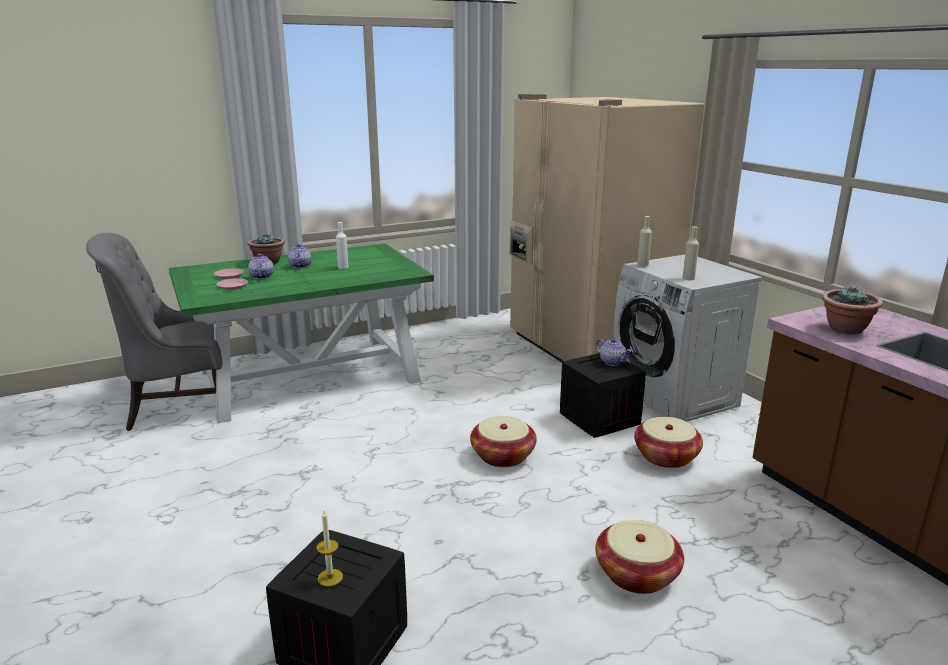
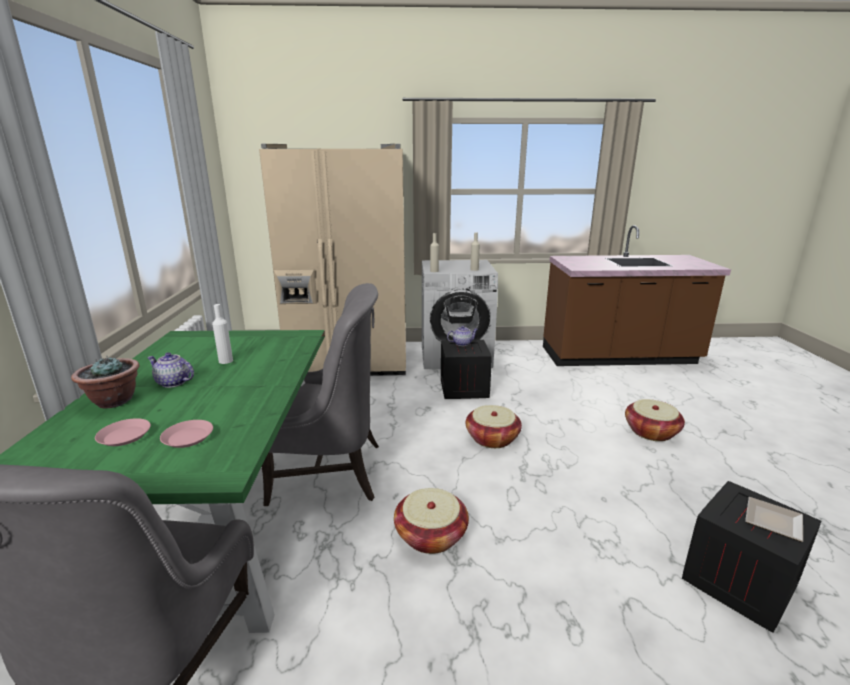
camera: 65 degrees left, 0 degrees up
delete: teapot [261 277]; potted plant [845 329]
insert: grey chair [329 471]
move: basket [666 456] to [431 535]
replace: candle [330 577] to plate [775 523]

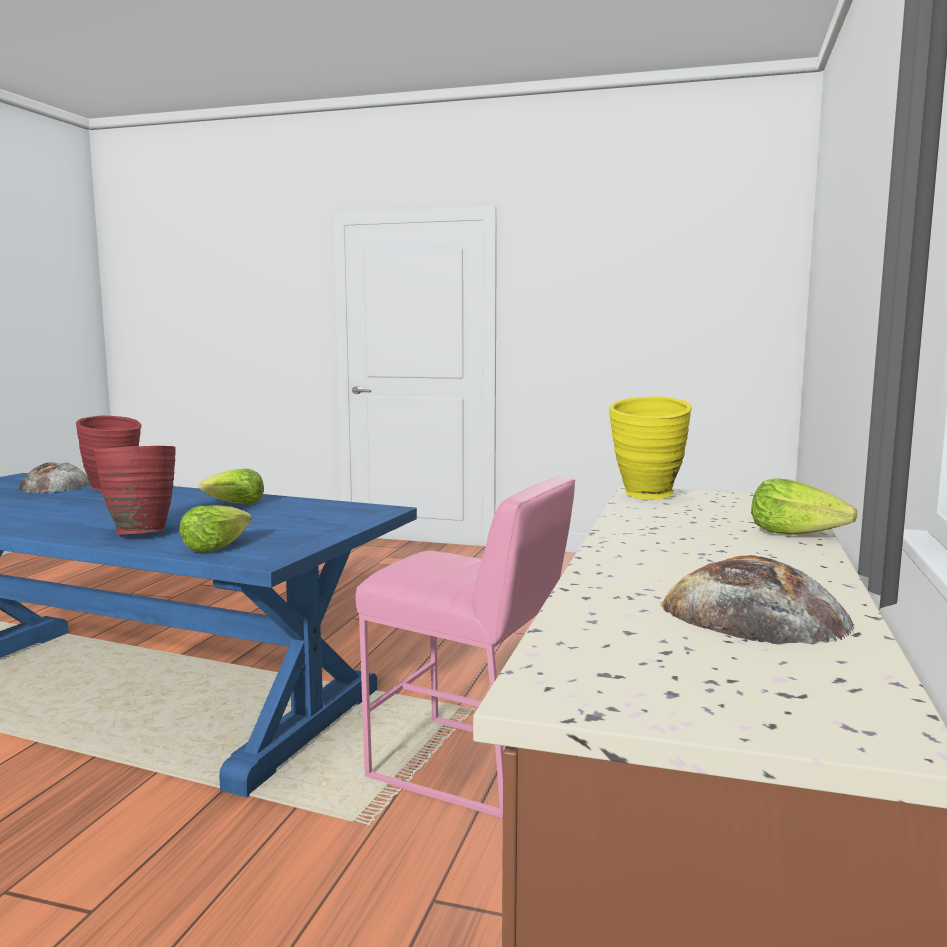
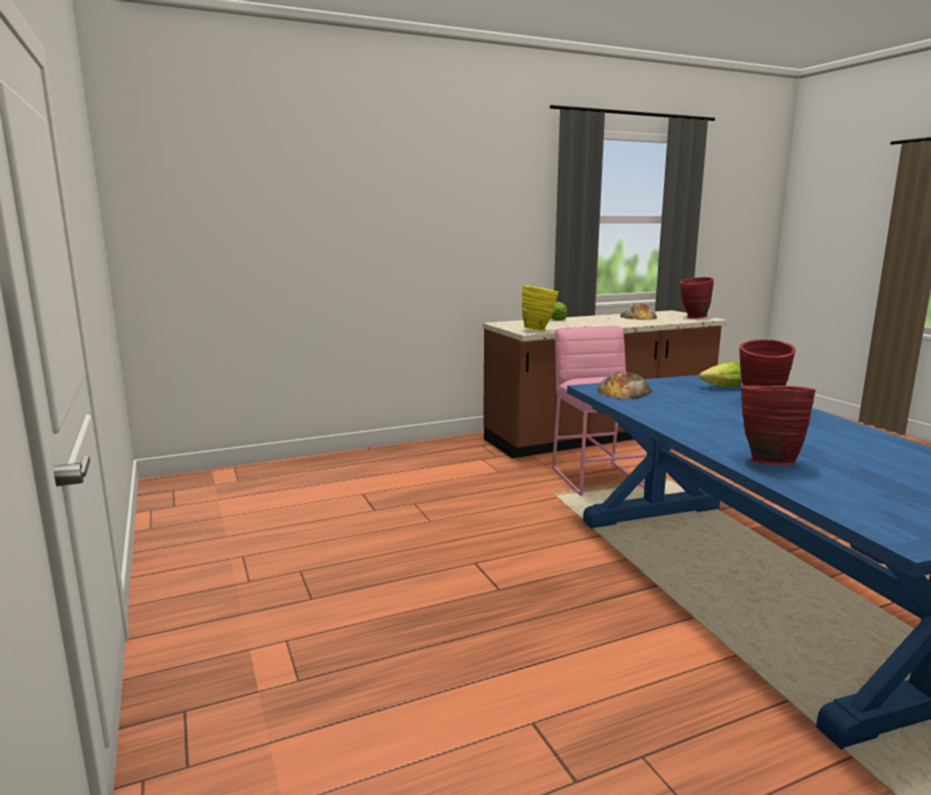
camera: 130 degrees left, 5 degrees up
delete: lettuce [234 504]
insert: red vase [693 318]
move: bread [55 486] to [624 391]

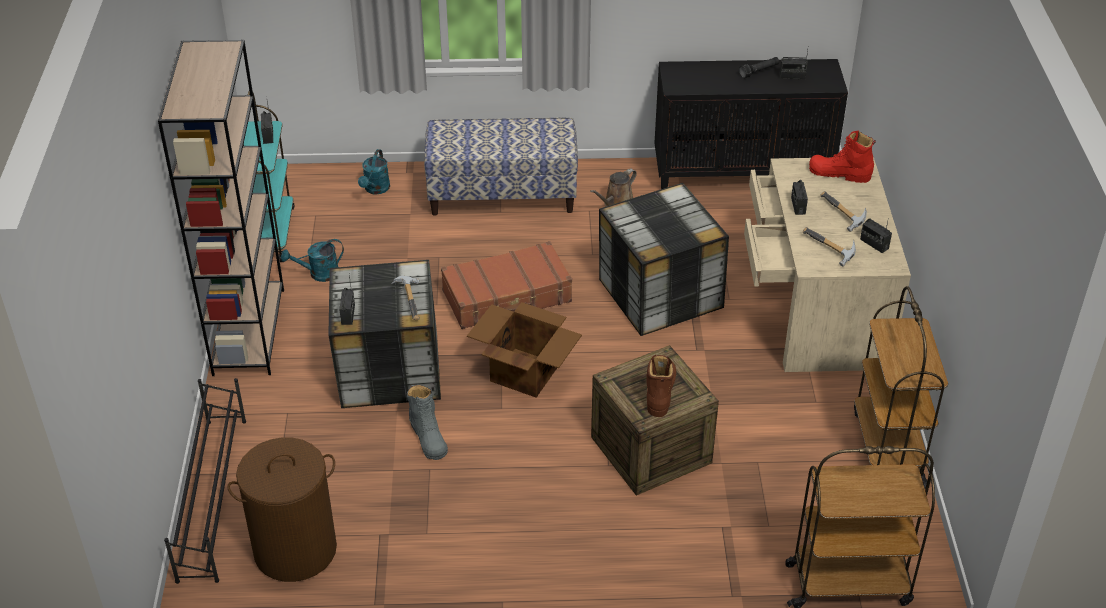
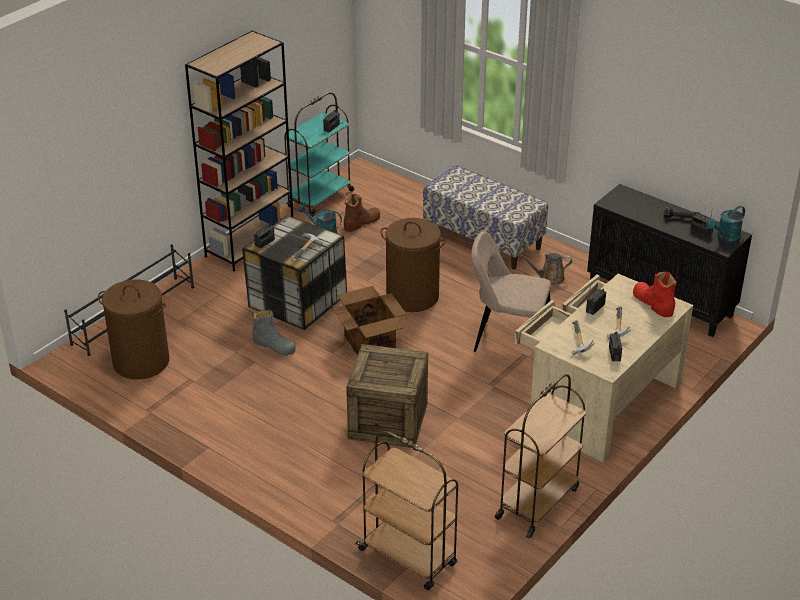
camera: 40 degrees right, 5 degrees down
move: turquoise watering can [375 189] to [725 238]; brown boot [660 392] to [361 222]
replace: brown suitcase [507 297] to brown laundry basket [412 296]; storage box [659 294] to beige chair [507 341]
rotate: grey boot [428 437] = [274 346] 75 degrees counterclockwise

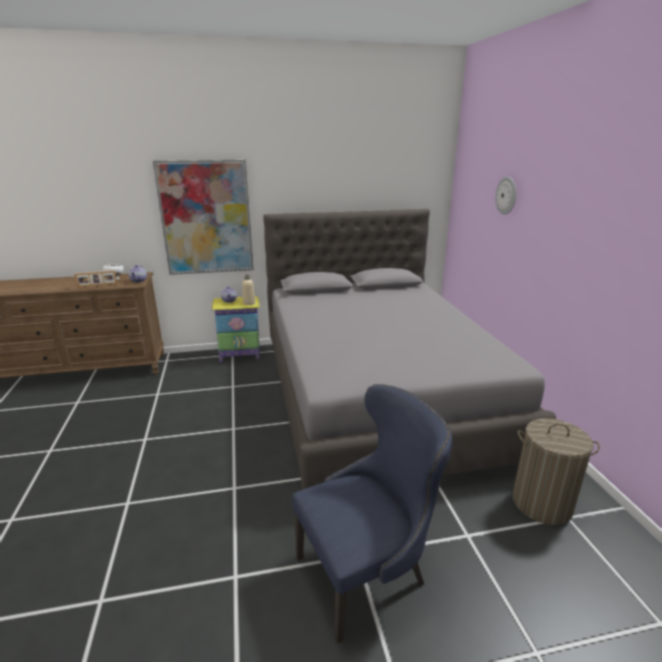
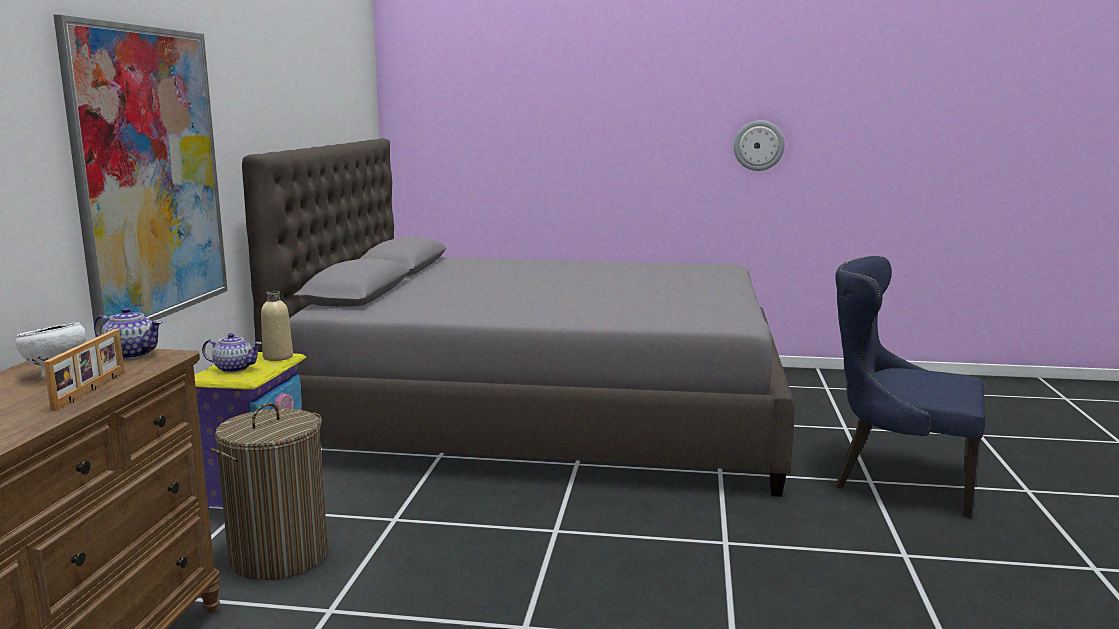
camera: 70 degrees left, 10 degrees down
move: wall clock [506 195] to [758 145]; laundry basket [542 503] to [279 556]
rotate: blue chair [366 573] = [897 481] 60 degrees counterclockwise

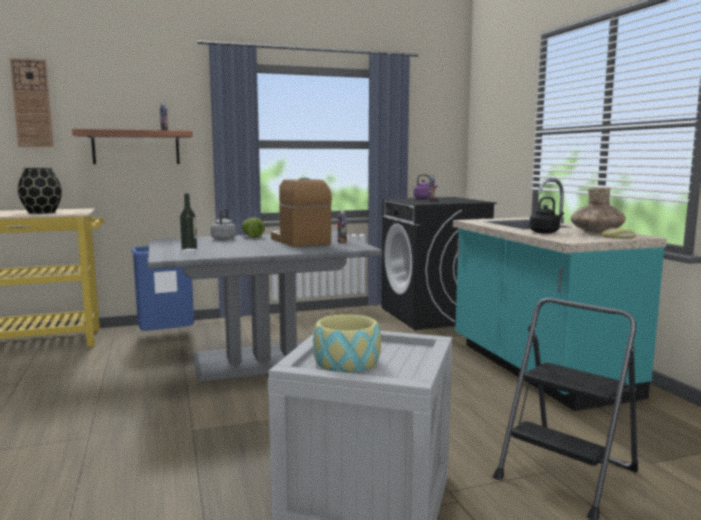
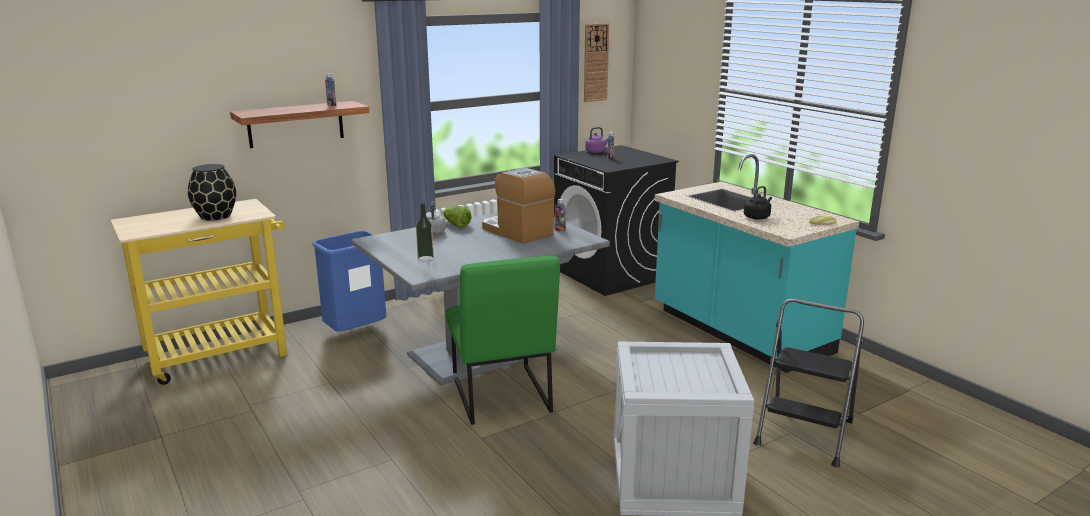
camera: 15 degrees left, 10 degrees up
delete: bowl [347 362]; brown vase [596 233]
insert: green chair [501 395]
move: wall clock [32 103] to [595 62]

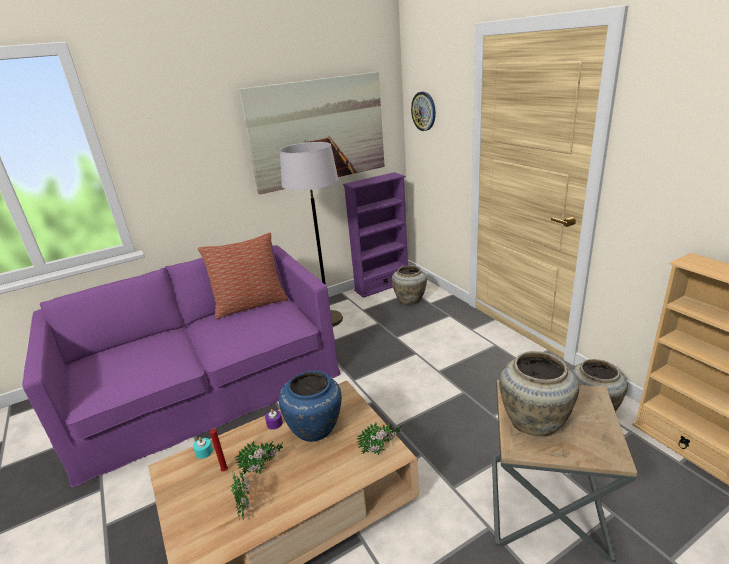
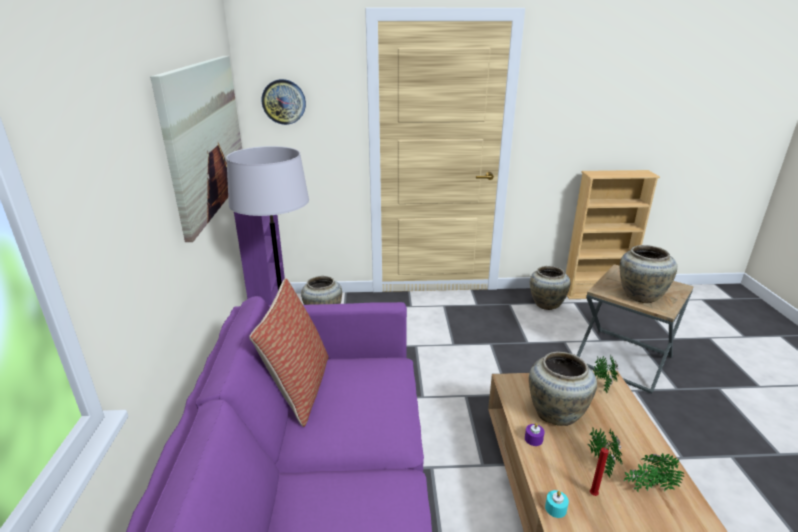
camera: 65 degrees left, 0 degrees up
recolor: blue vase [316 429] to beige vase [556 412]

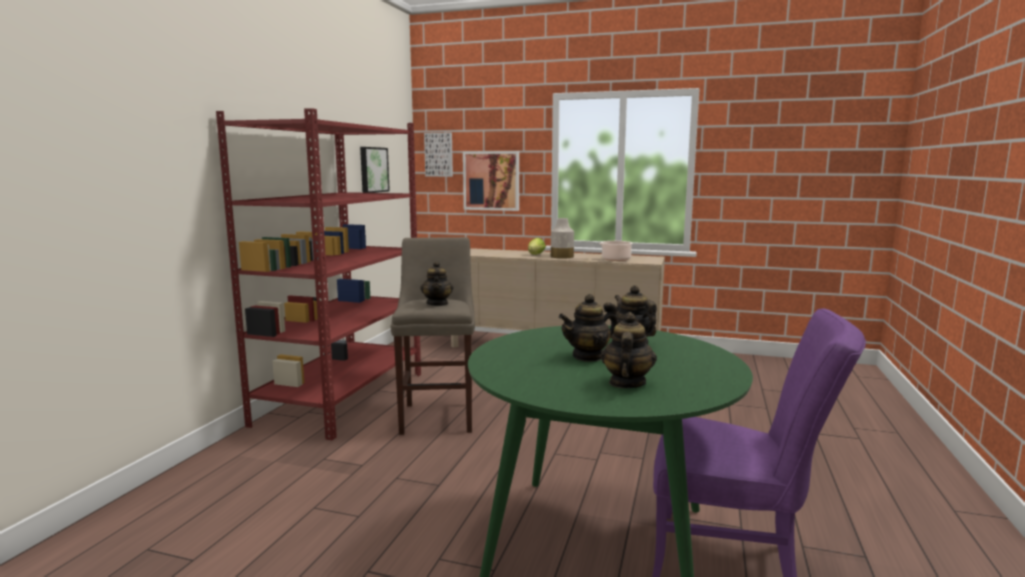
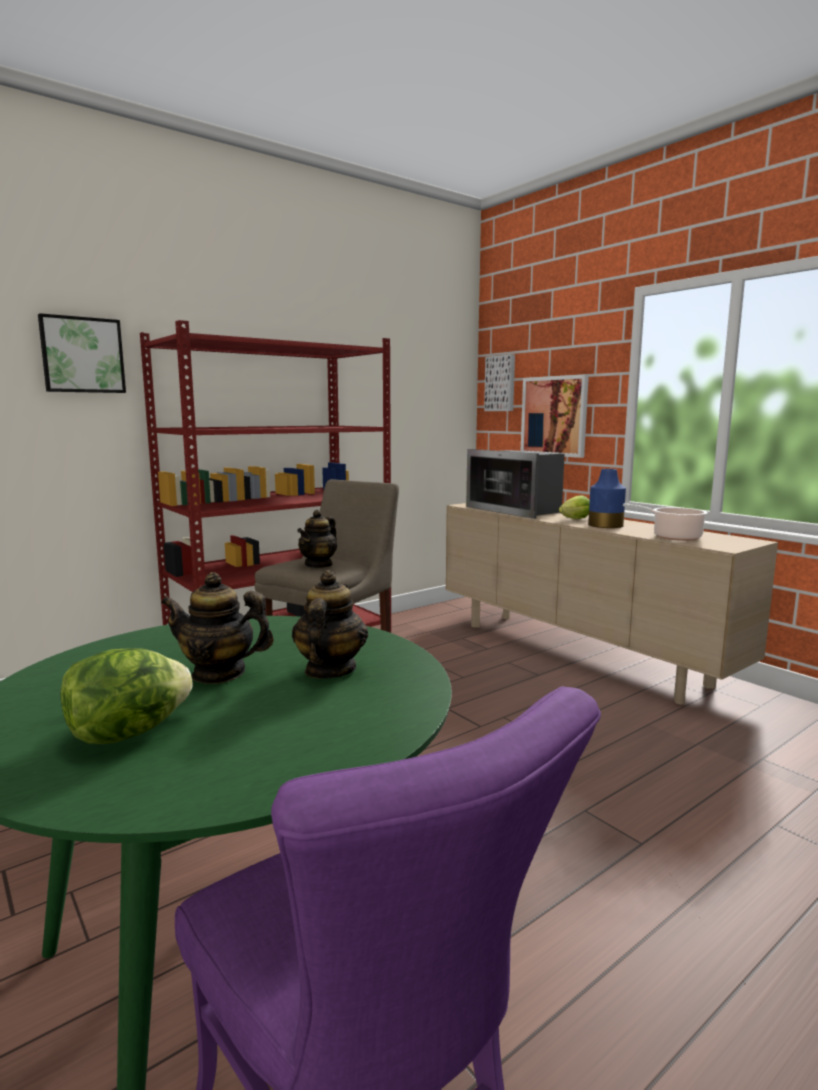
camera: 35 degrees right, 0 degrees up
insert: microwave [516 510]
move: picture [373 170] to [82 355]
replace: teapot [626 383] to lettuce [128 733]
recolor: beige vase [562 256] to blue vase [606 525]

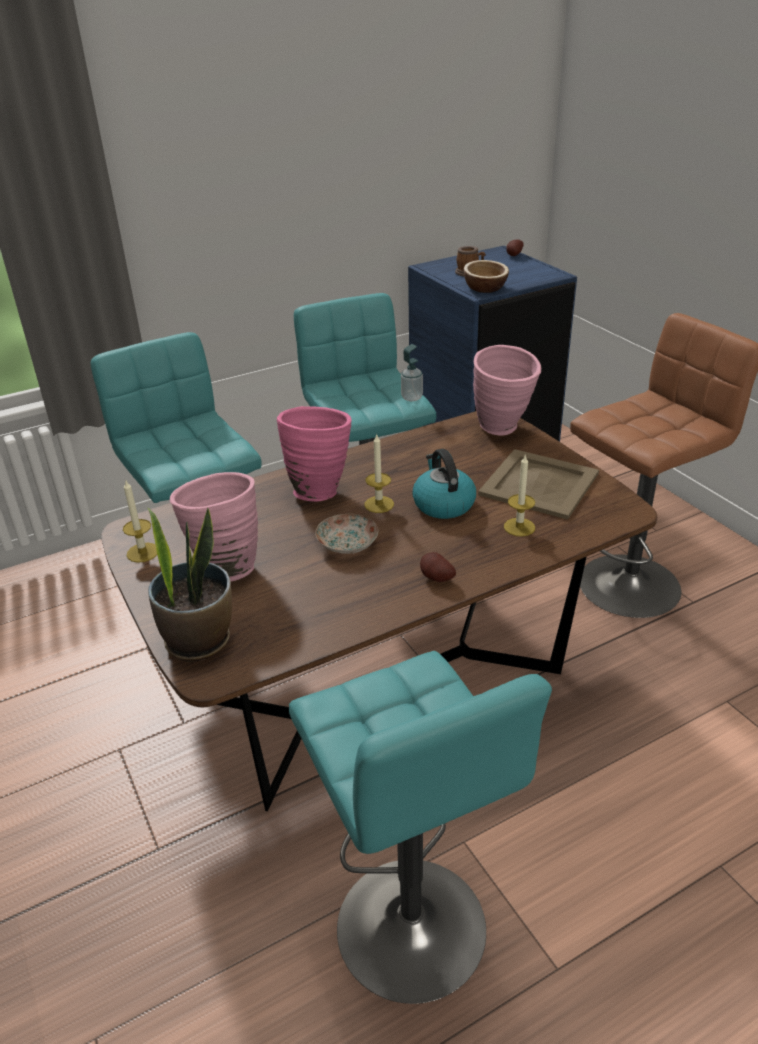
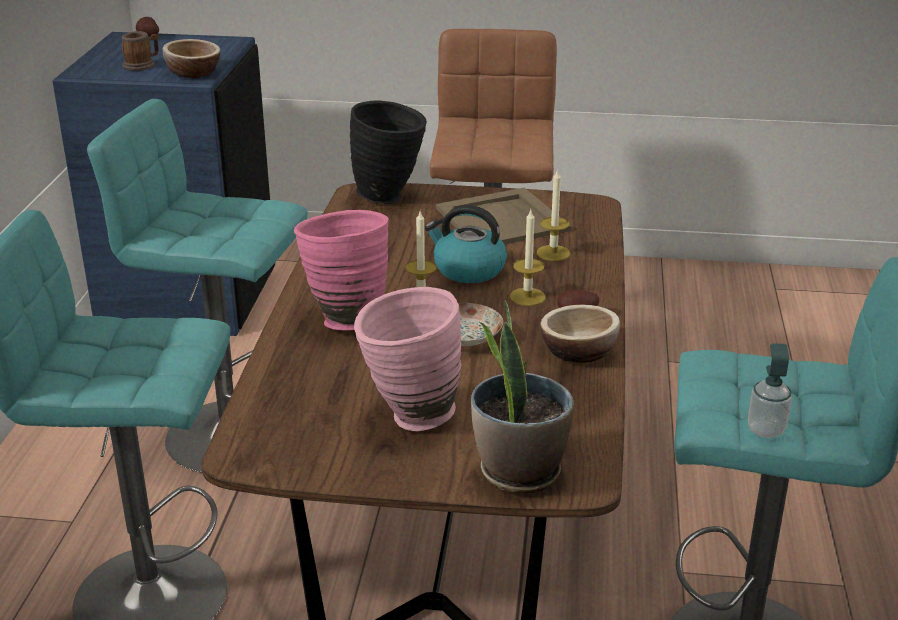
camera: 55 degrees left, 5 degrees down
insert: bowl [578 352]
move: candle [143 552] to [527 297]; soap dispenser [412 397] to [766 430]
recolor: pink vase [503 430] to black vase [390 197]

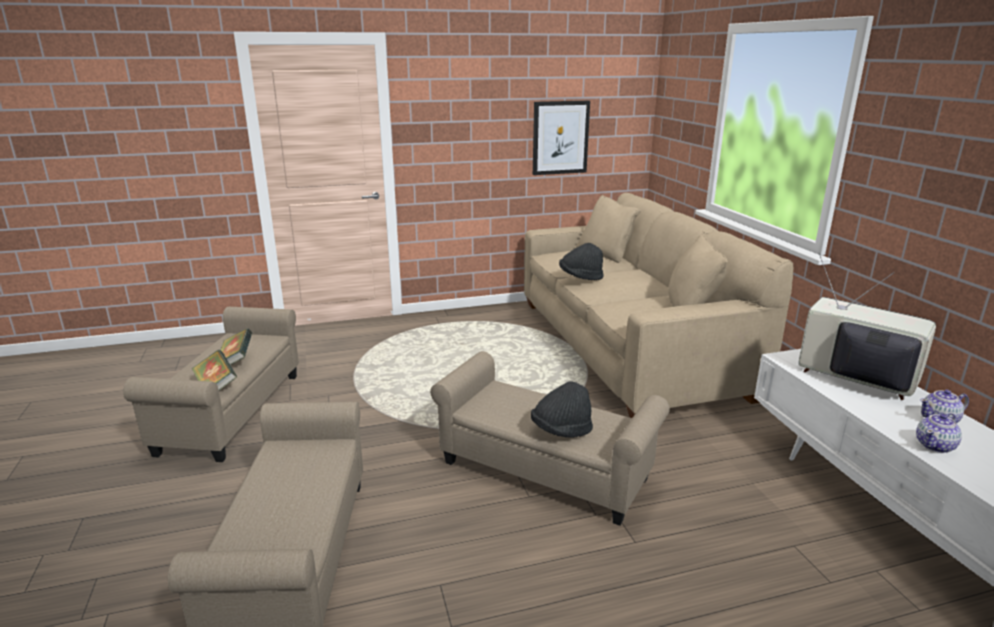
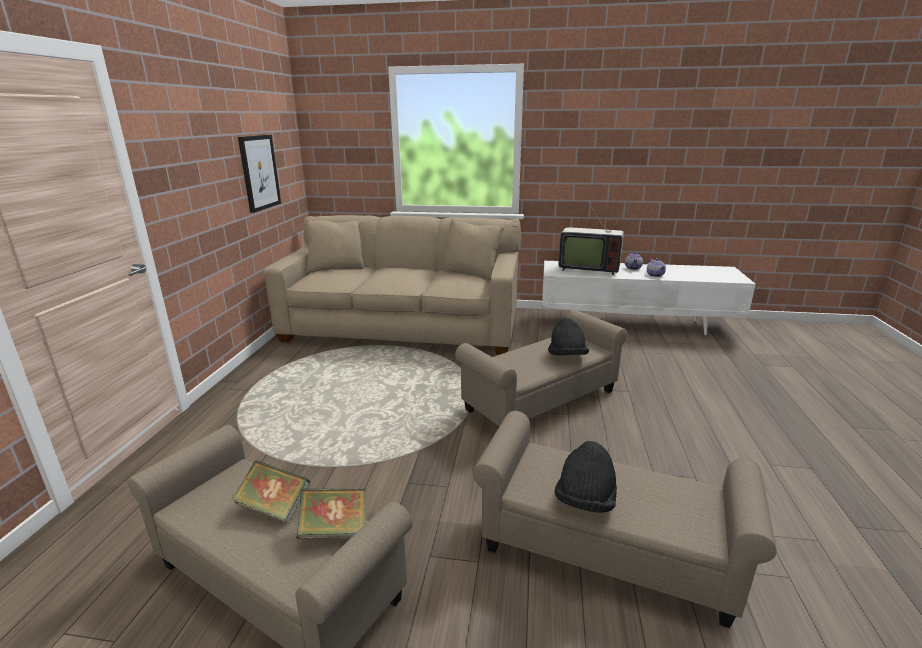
camera: 65 degrees left, 0 degrees up
move: black hat [580 277] to [585 501]
rotate: television [856 380] = [588 268] 135 degrees counterclockwise

